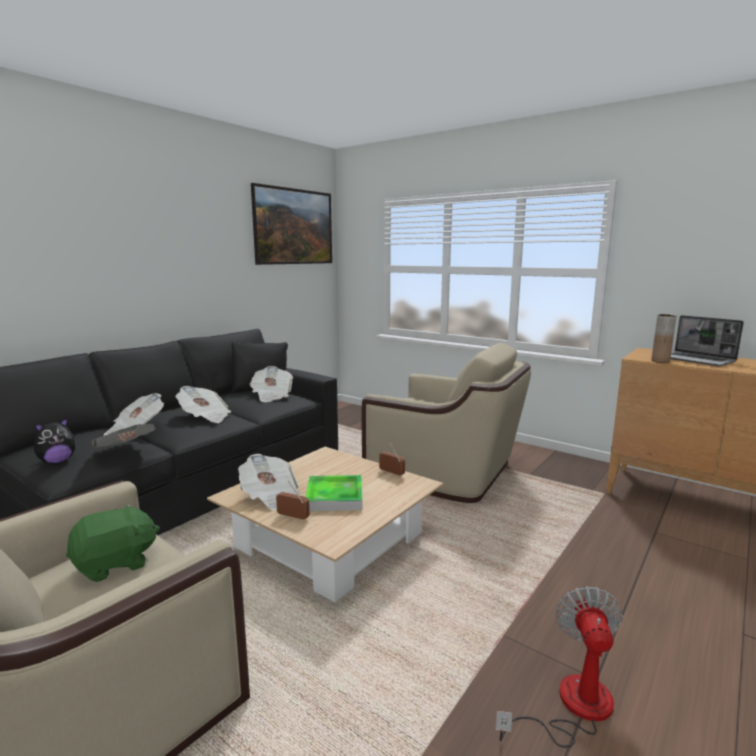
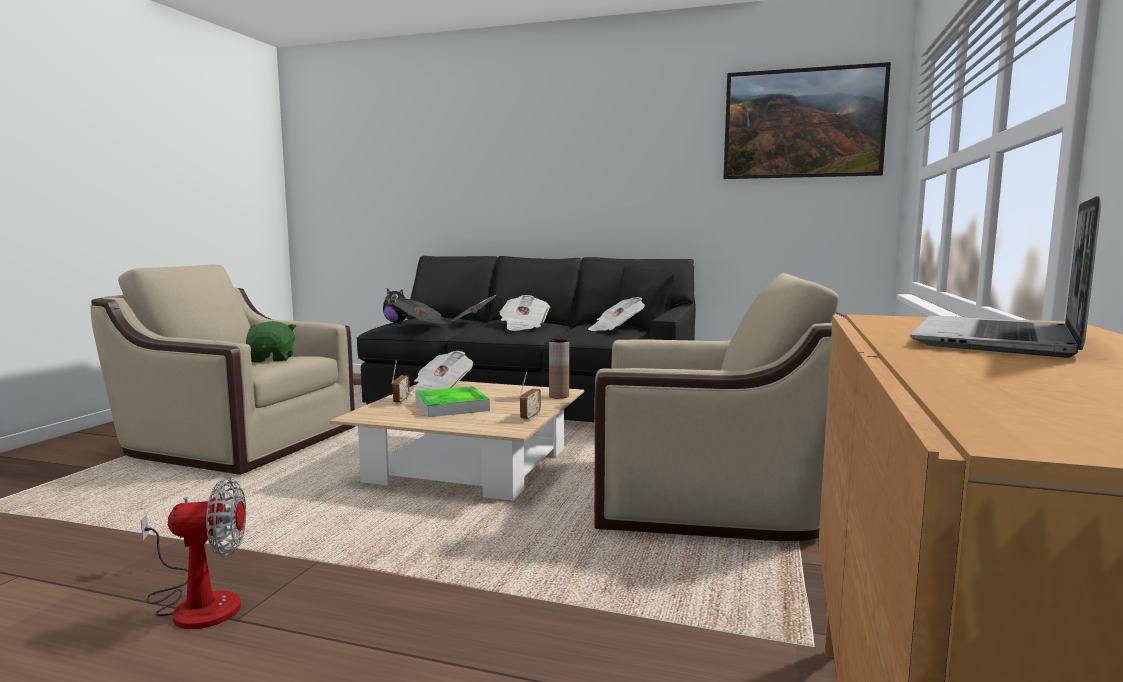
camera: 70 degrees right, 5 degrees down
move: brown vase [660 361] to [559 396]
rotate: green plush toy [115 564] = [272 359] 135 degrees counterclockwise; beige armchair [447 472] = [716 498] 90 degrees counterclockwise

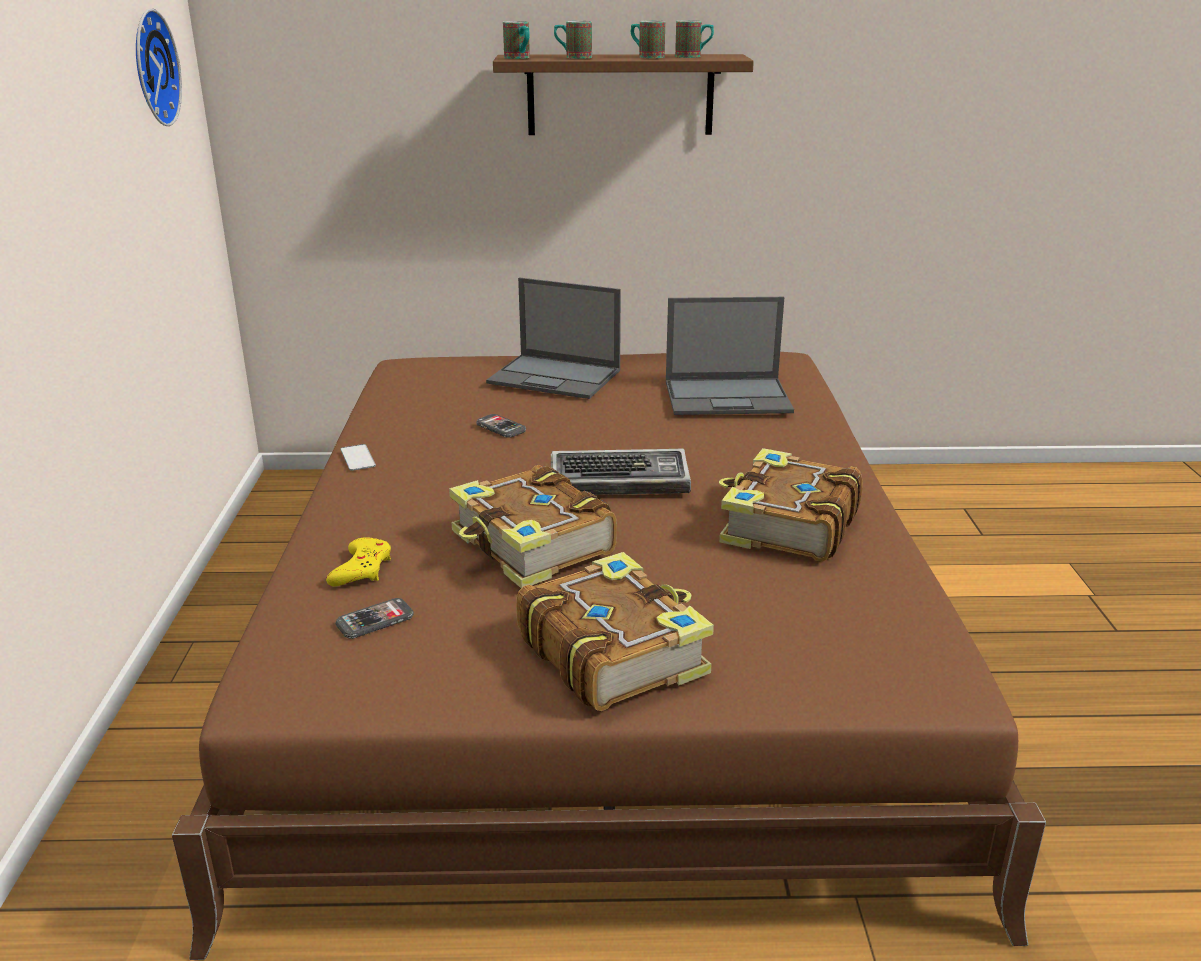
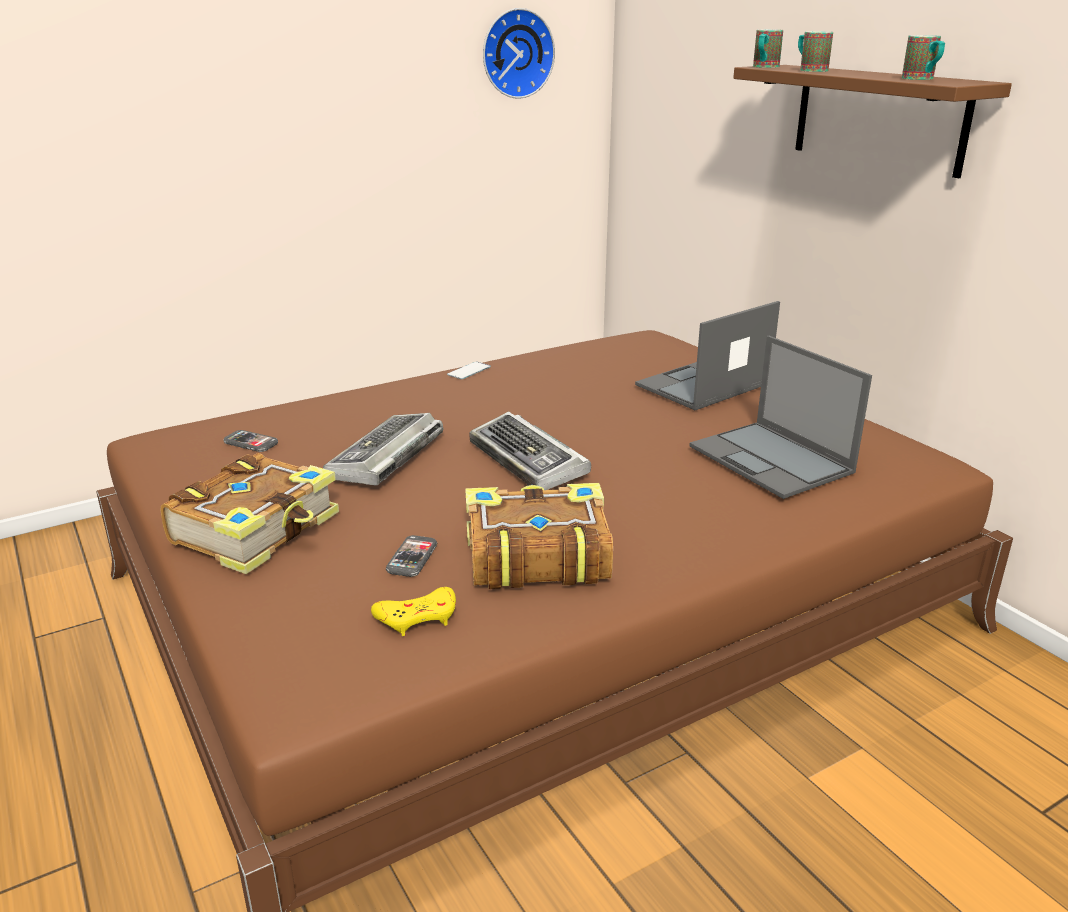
camera: 60 degrees right, 0 degrees up
delete: mug [646 57]
move: yellow game controller [362 569] to [418 617]; phone [501 428] to [412 558]
replace: book [532 546] to keyboard [385 458]
rotate: laptop [556 377] = [702 385] 60 degrees clockwise

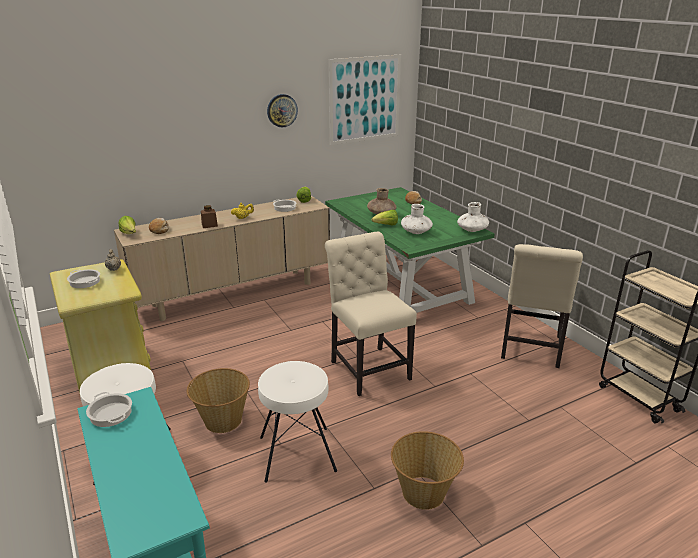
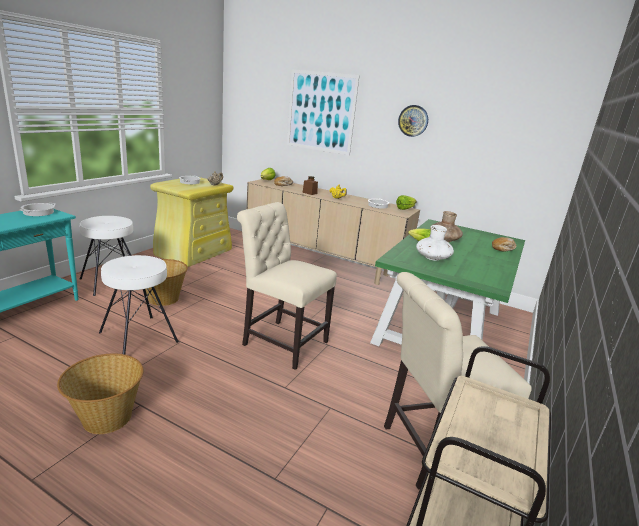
camera: 55 degrees right, 5 degrees down
delete: white vase [472 230]
move: picture [365 99] to [321 112]
rotate: beige chair [368 367] = [281 341] 90 degrees counterclockwise

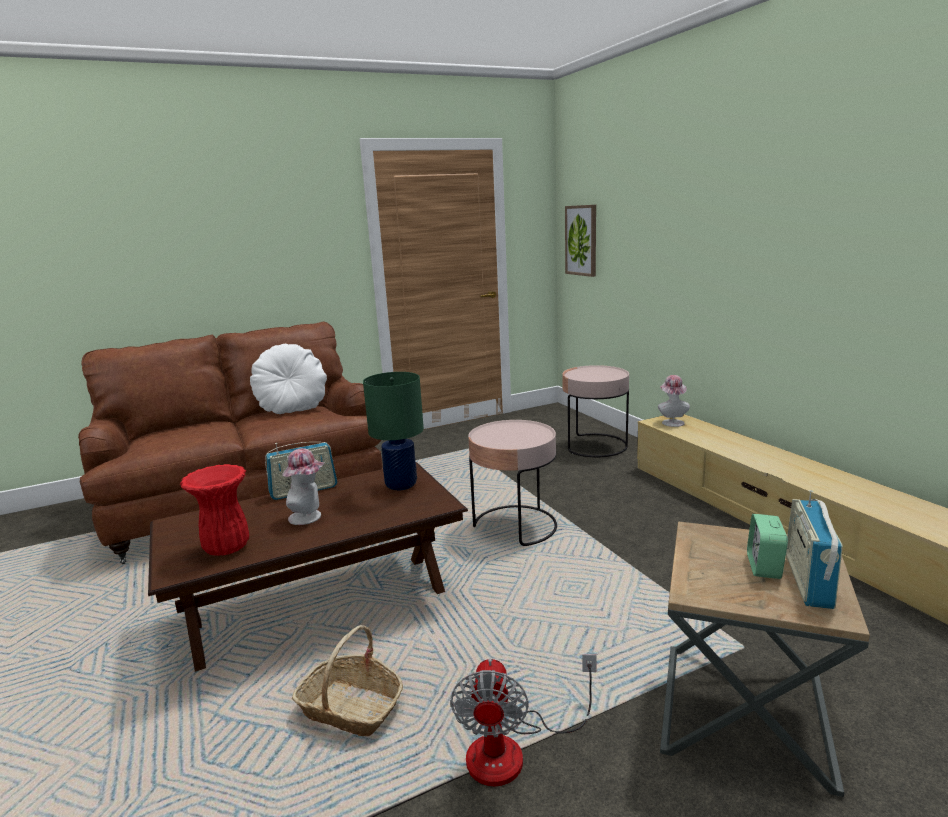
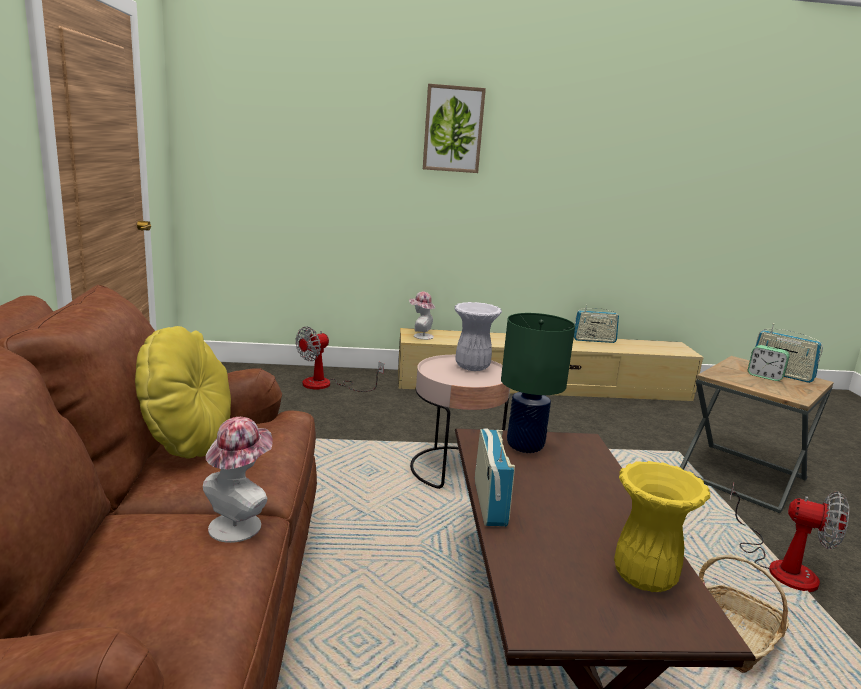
camera: 70 degrees left, 0 degrees up
insert: white vase [472 367]; radio [593 340]
move: hat [309 517] to [240 523]; picture [581 240] to [453 129]
replace: pink side table [595 445] to fan [327 385]
recolor: red vase [227 549] to yellow vase [646 578]; white pillow [293 410] to yellow pillow [189 445]

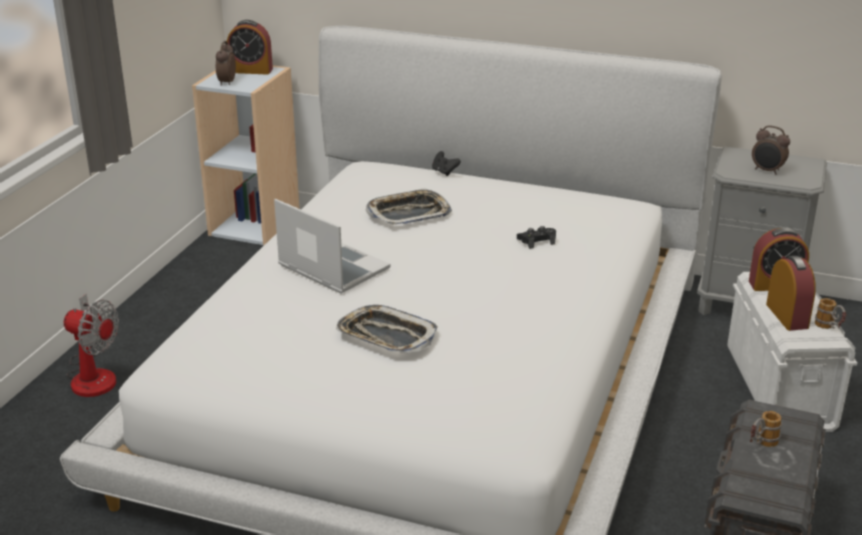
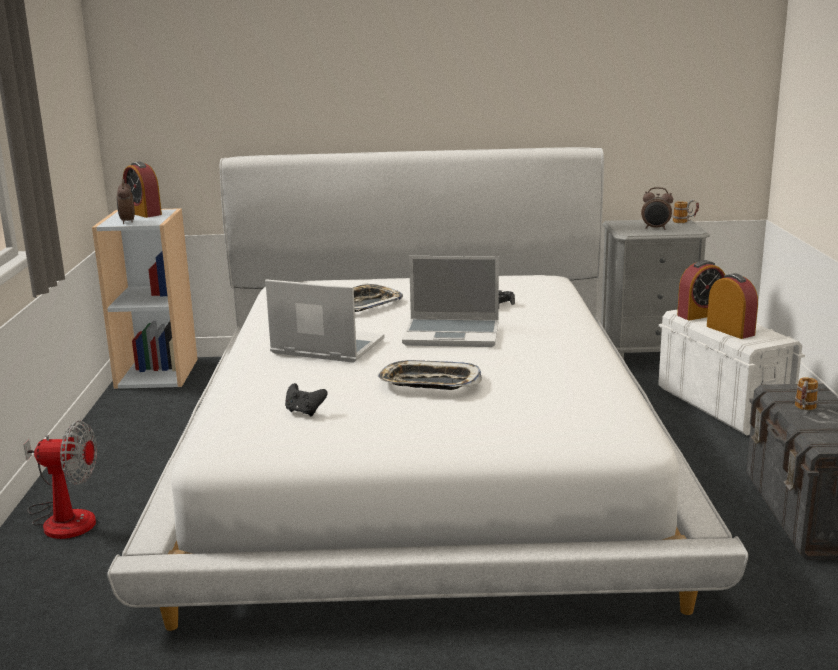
camera: 20 degrees left, 10 degrees down
insert: laptop [453 334]
move: black game controller [444 172] to [304 412]; mug [829 328] to [685 222]
rotate: alarm clock [251 70] = [144 213] 60 degrees clockwise

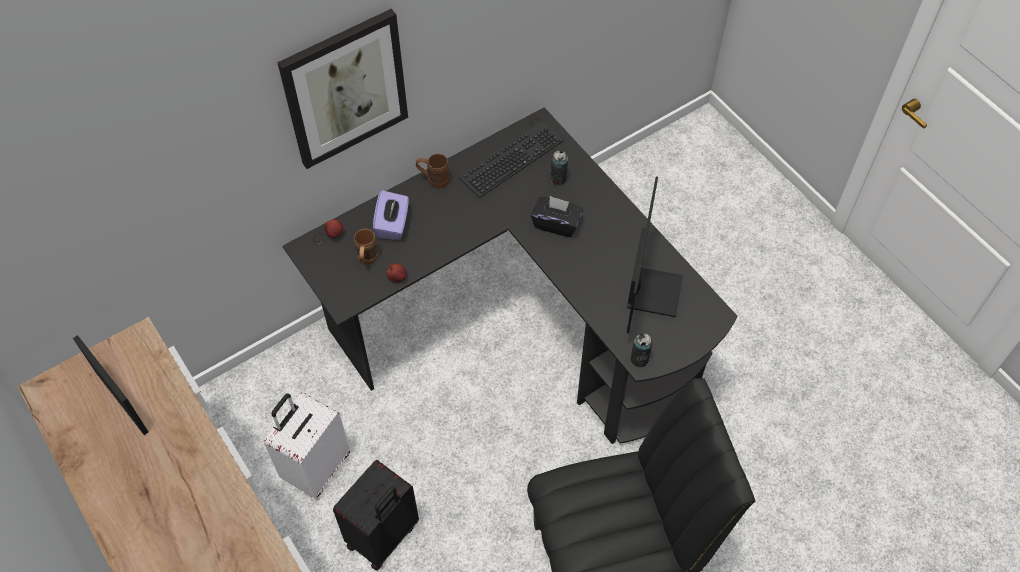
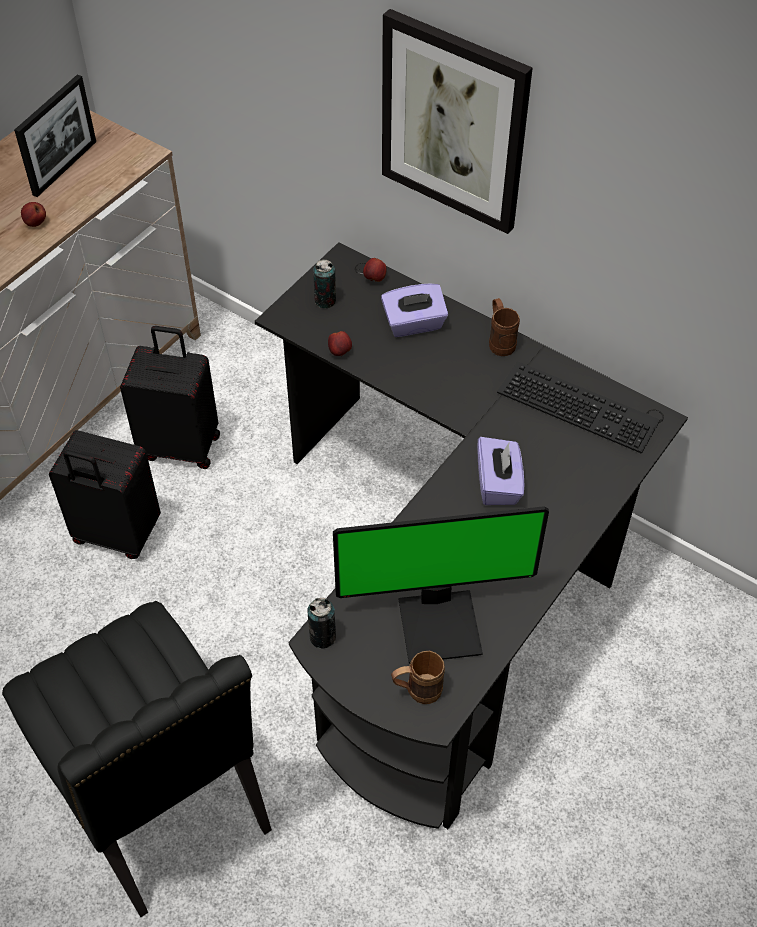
camera: 70 degrees right, 5 degrees down
insert: apple [35 223]
move: brown mug [367 260] to [416 691]; can [558 179] to [325 301]
recolor: white suitcase [316 466] to black suitcase [181 445]; black tissue box [556 224] to purple tissue box [498 484]

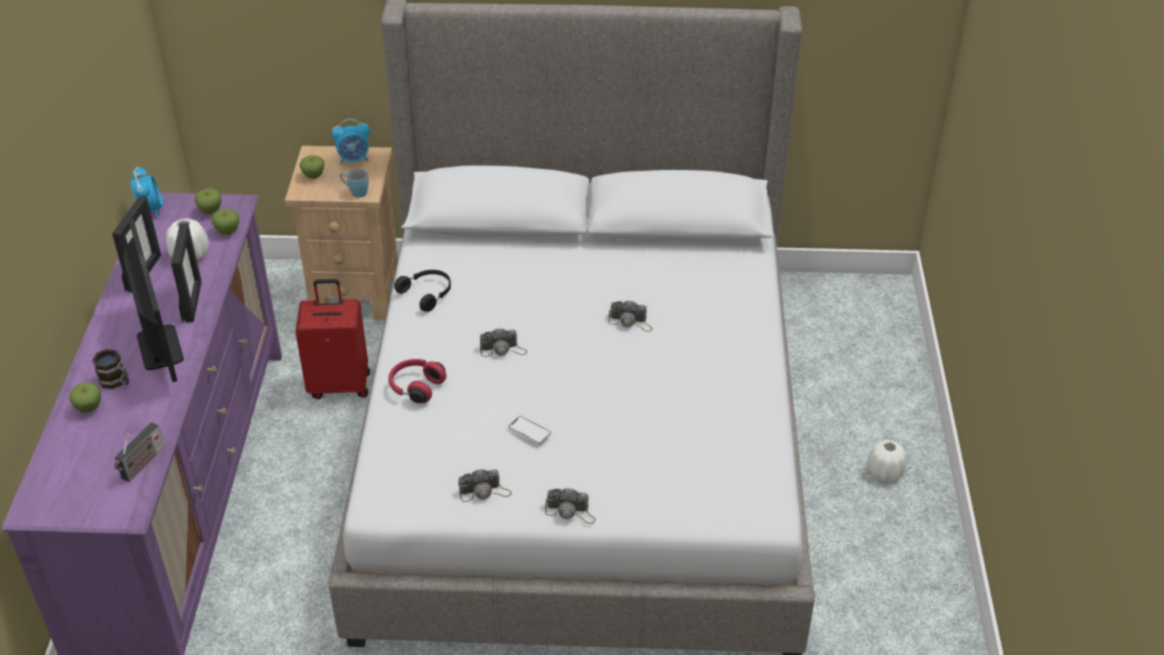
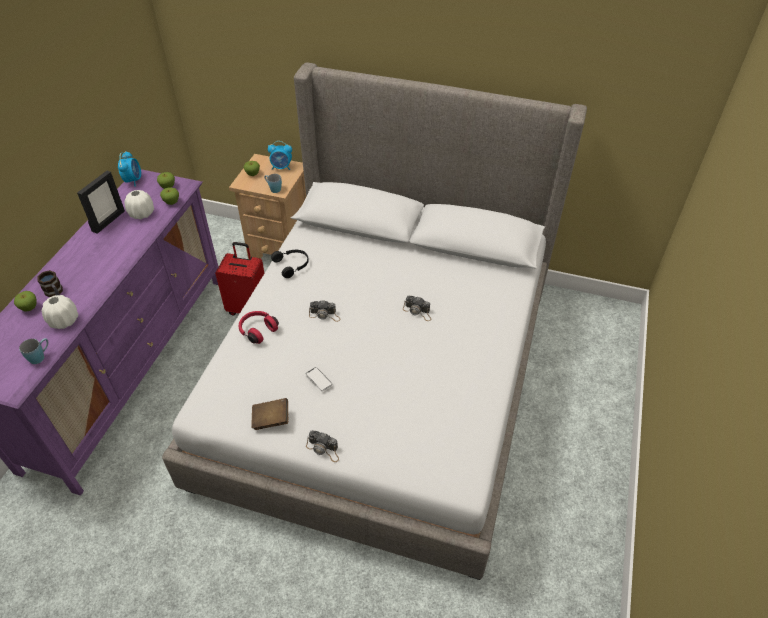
camera: 15 degrees right, 5 degrees up
delete: monitor [160 347]; picture frame [192 301]
move: white vase [885 472] to [64 321]
replace: radio [142 465] to blue mug [40 356]; photo camera [484 492] to brown book [271 419]

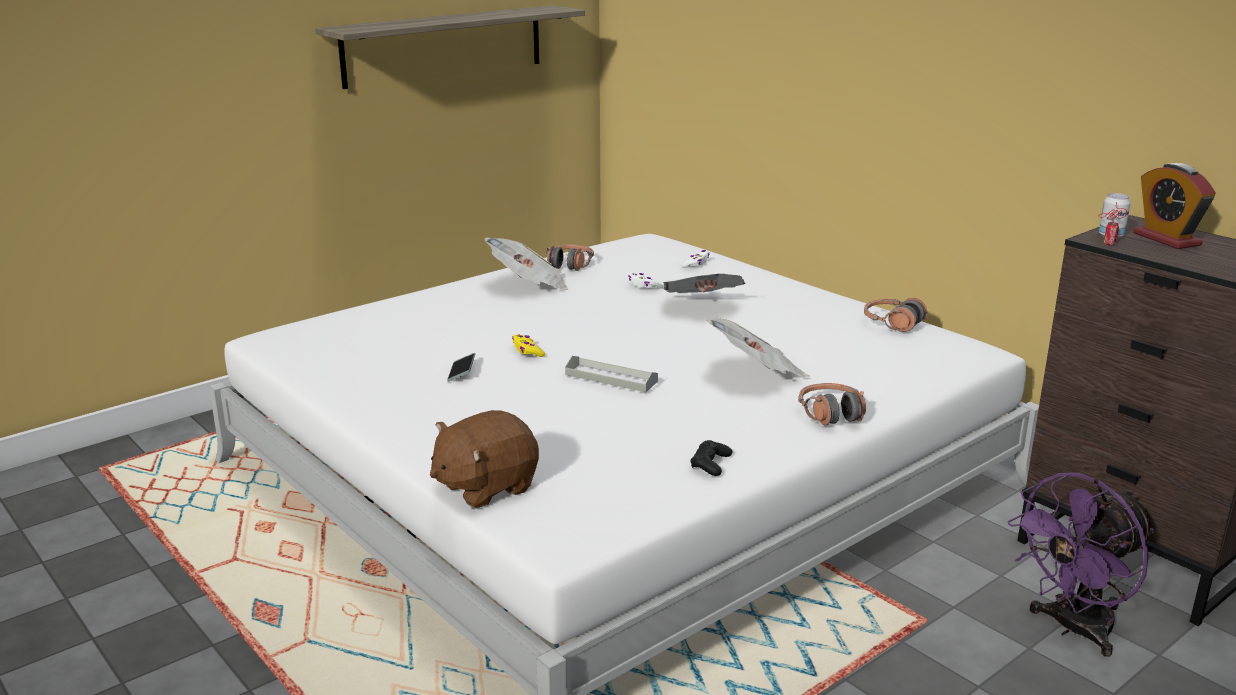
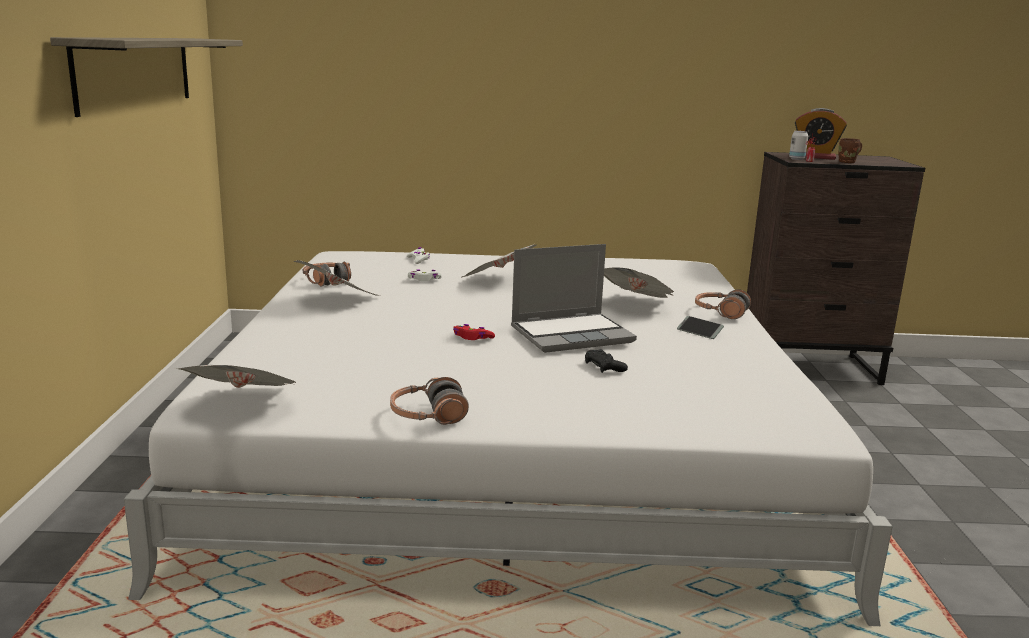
camera: 50 degrees left, 5 degrees down
delete: brown plush toy [485 487]; purple fan [1073 629]
insert: newspaper [243 406]; brown mug [848 162]
move: phone [461 372] to [699 332]; black game controller [710 464] to [604 367]; headphones [892 323] to [428 416]
replace: grey tray [611 378] to laptop [572 334]
recolor: yellow game controller [527 351] to red game controller [472 338]

